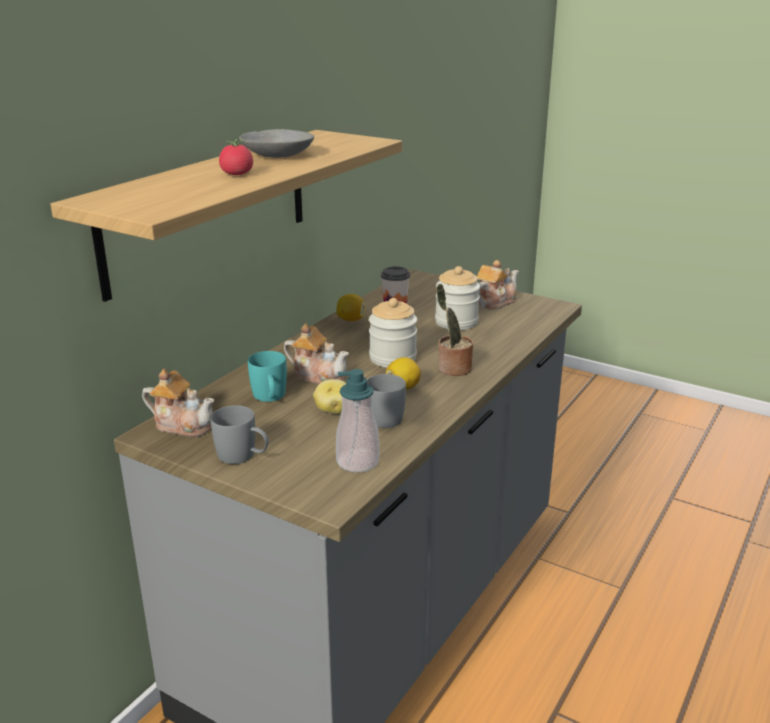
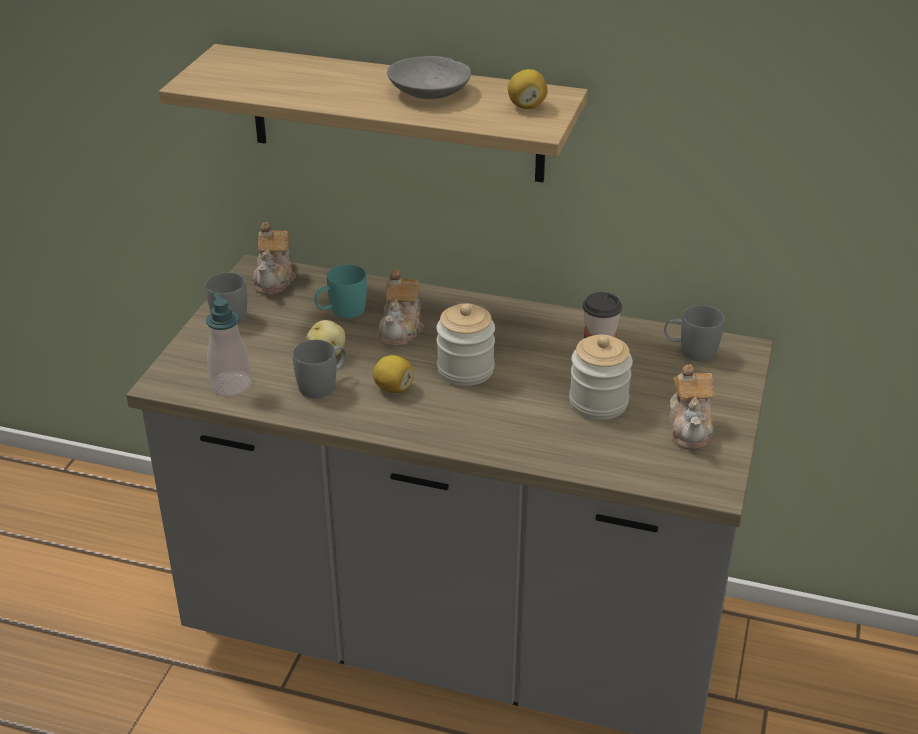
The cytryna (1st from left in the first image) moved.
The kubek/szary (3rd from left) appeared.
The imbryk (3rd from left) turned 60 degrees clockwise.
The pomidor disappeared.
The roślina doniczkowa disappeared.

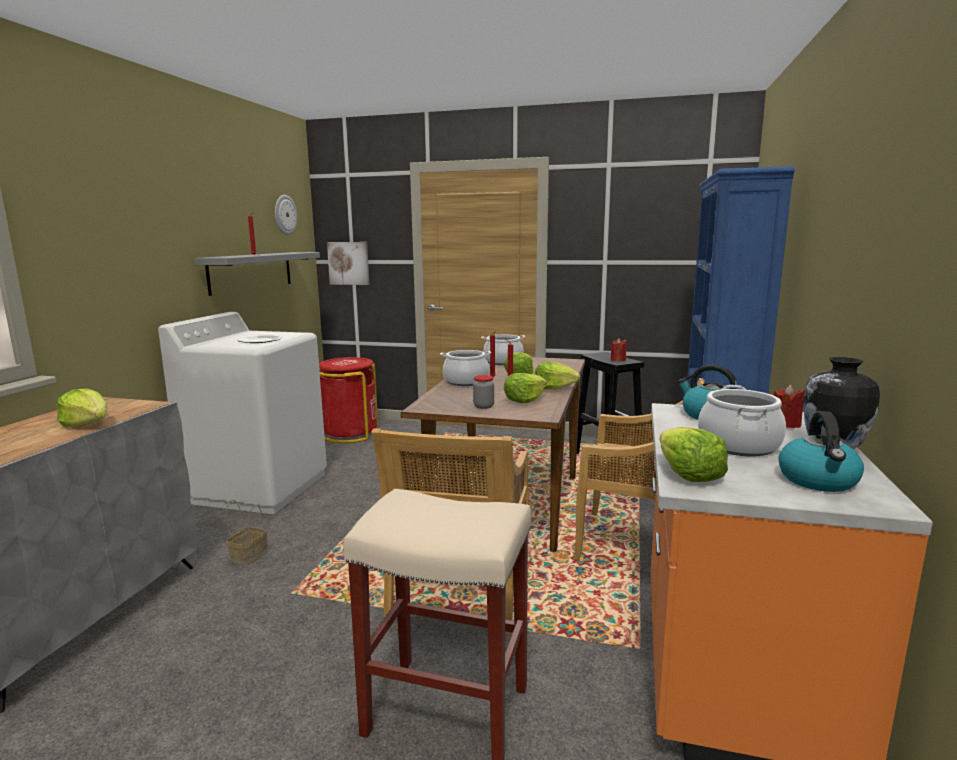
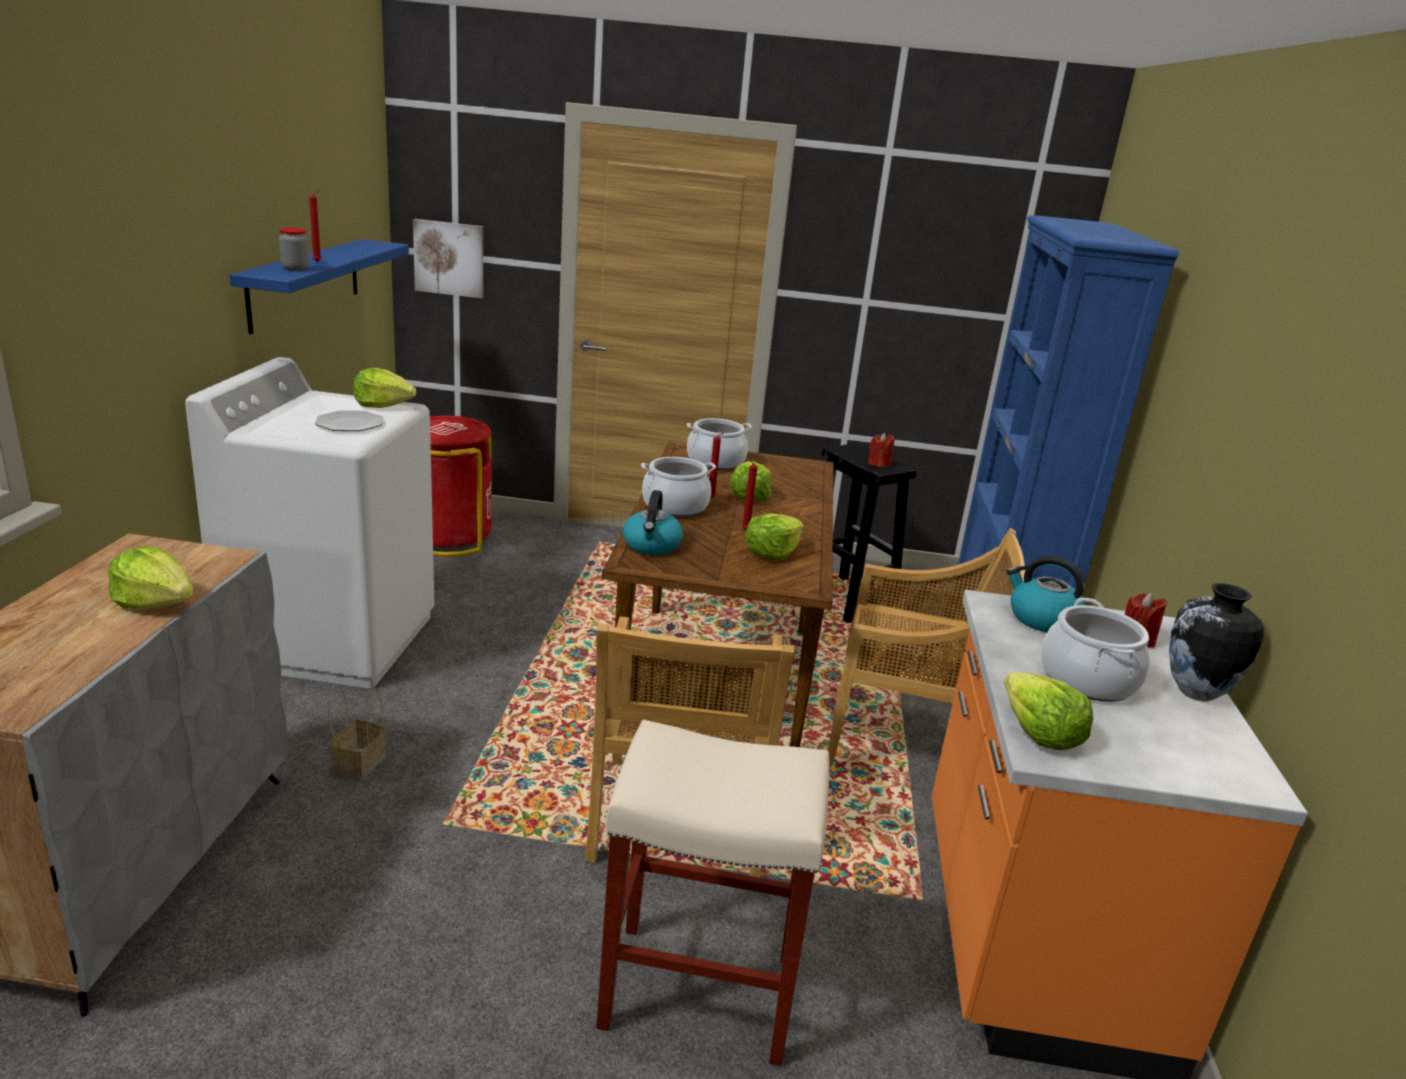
The półka/szary became the półka/niebieski.
The słoik moved.
The sałata (4th from left in the first image) moved.
The czajnik (2nd from left in the first image) moved.
The zegar ścienny disappeared.

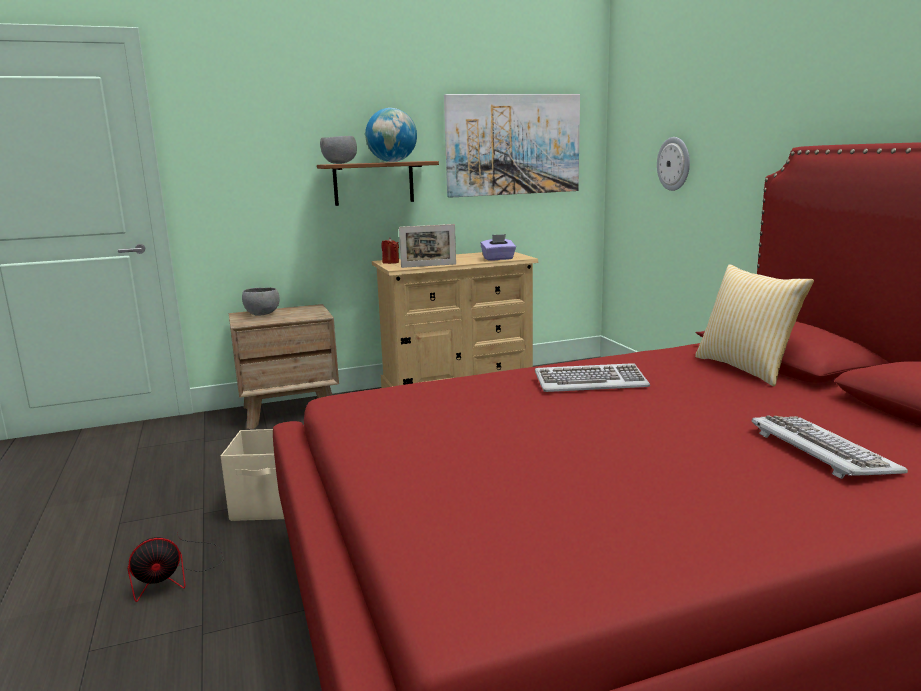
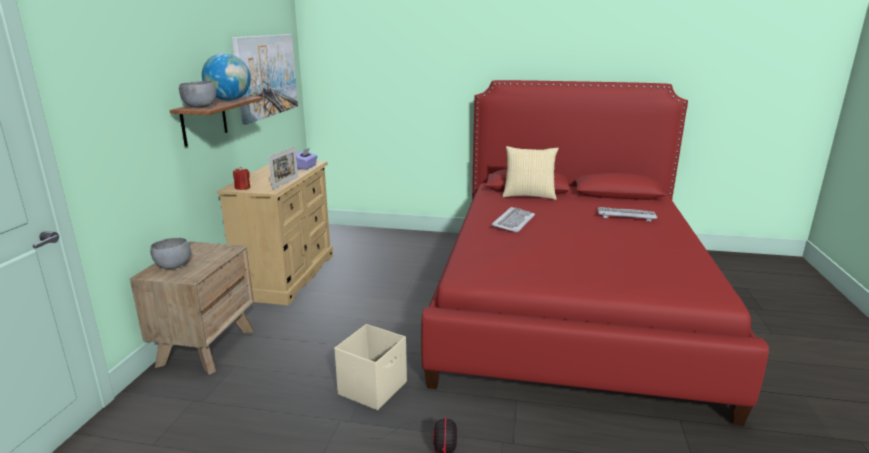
The zegar ścienny disappeared.

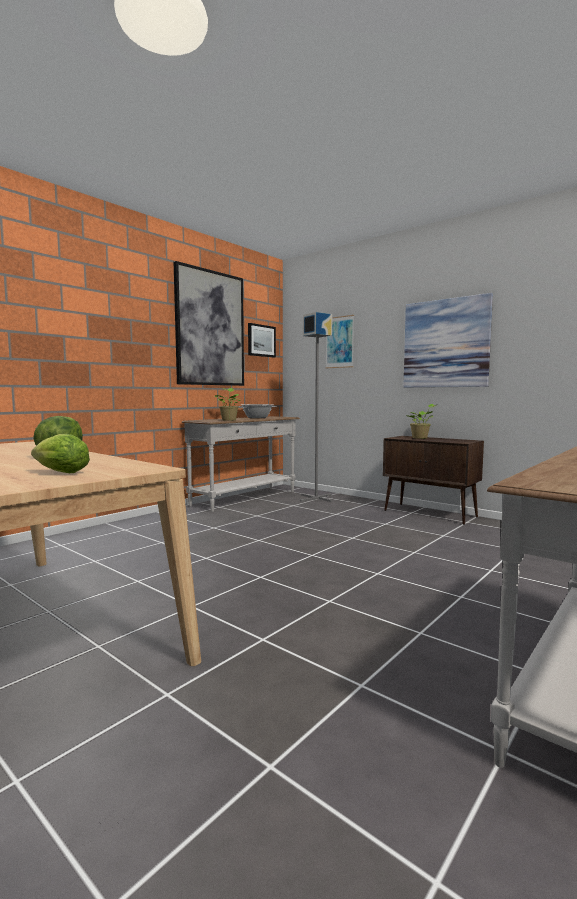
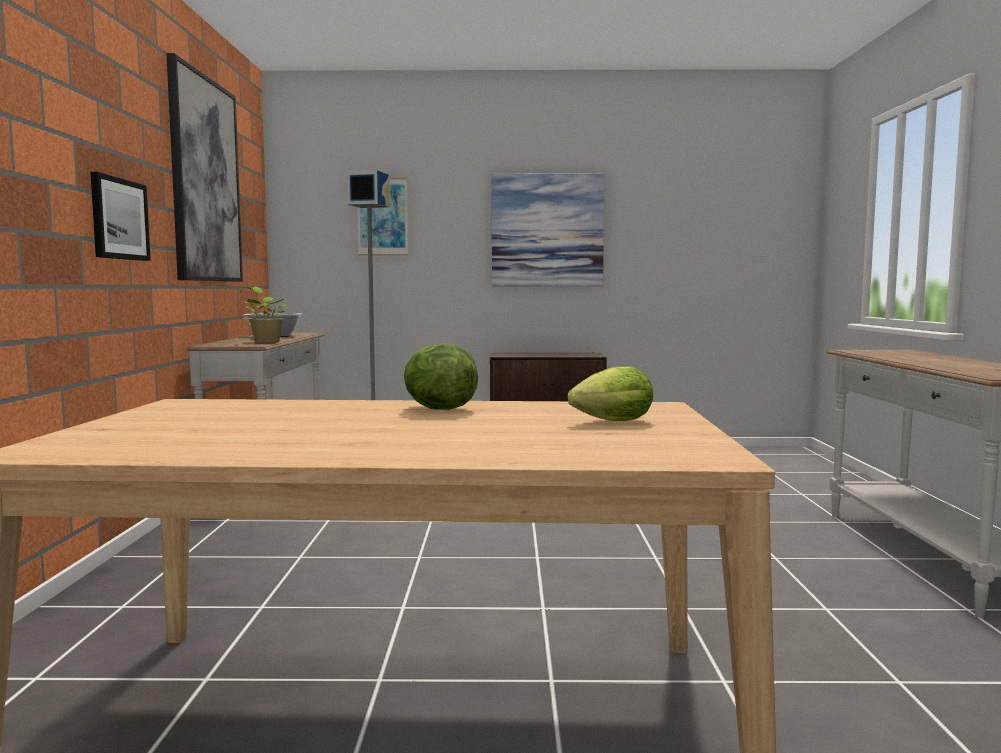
The obraz (2nd from left in the first image) moved.
The roślina doniczkowa (2nd from left) disappeared.

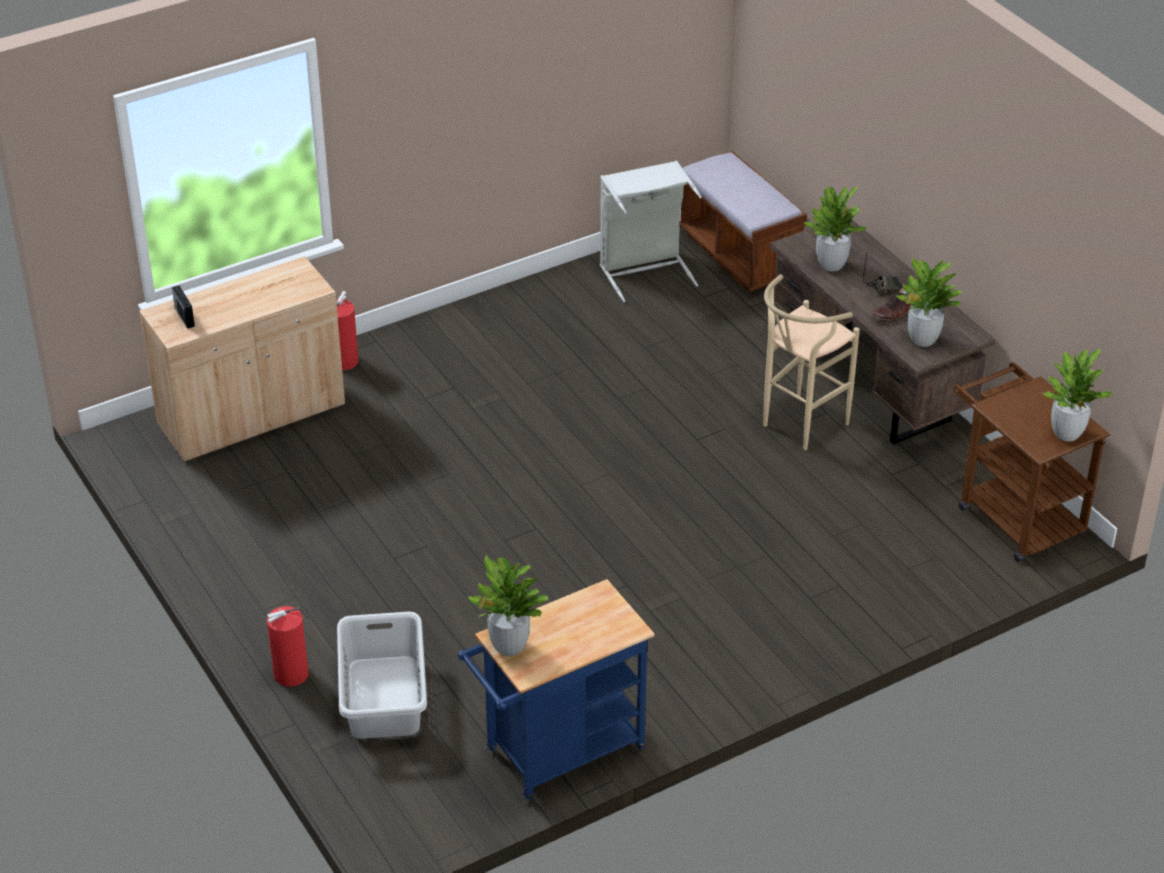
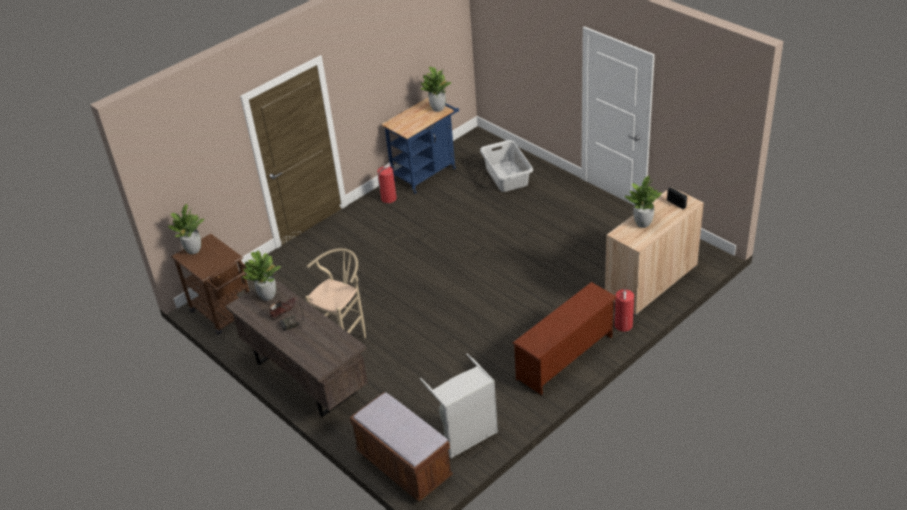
The gaśnica (1st from left) moved.
The regał na buty/brązowy appeared.
The roślina doniczkowa (2nd from left in the first image) moved.

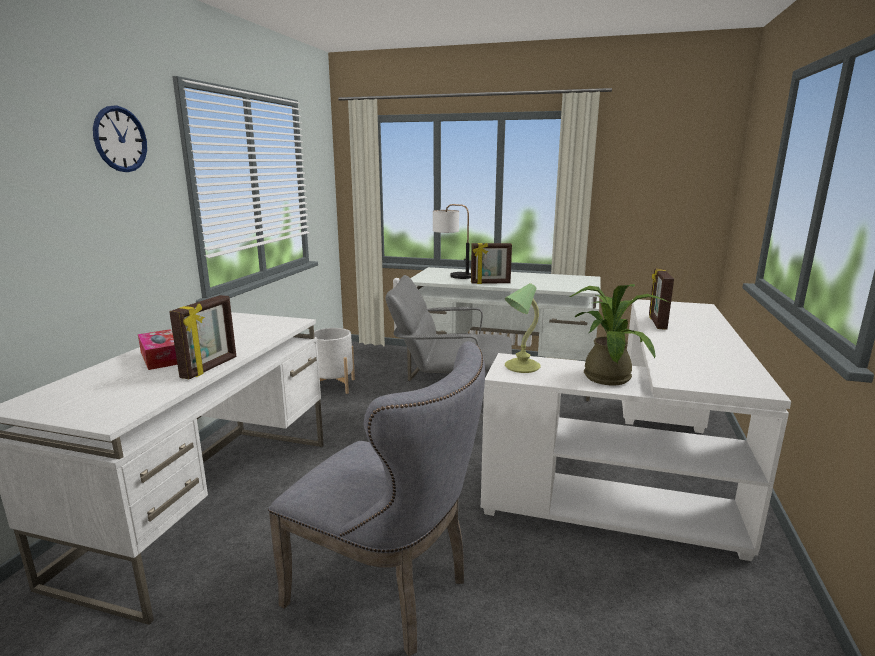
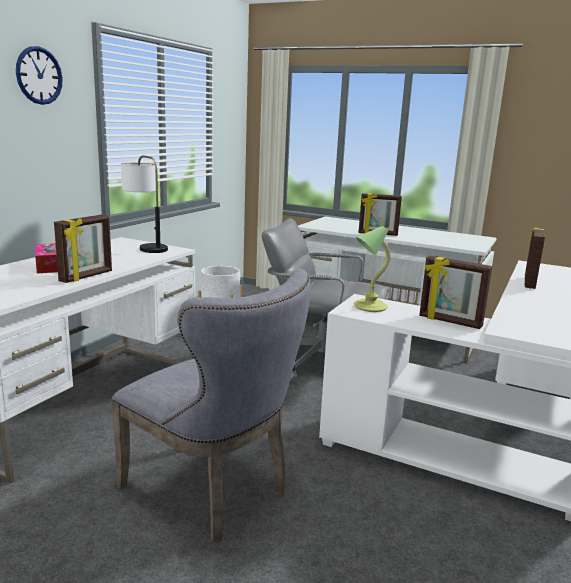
The lampa stołowa (1st from left) moved.
The roślina doniczkowa was replaced by the ramka na zdjęcie (3rd from left).

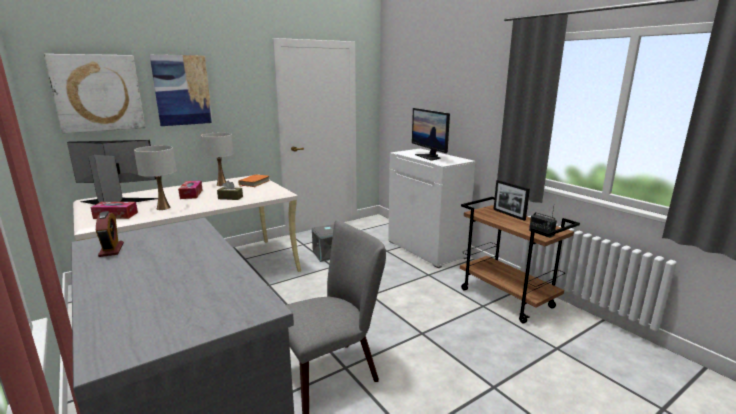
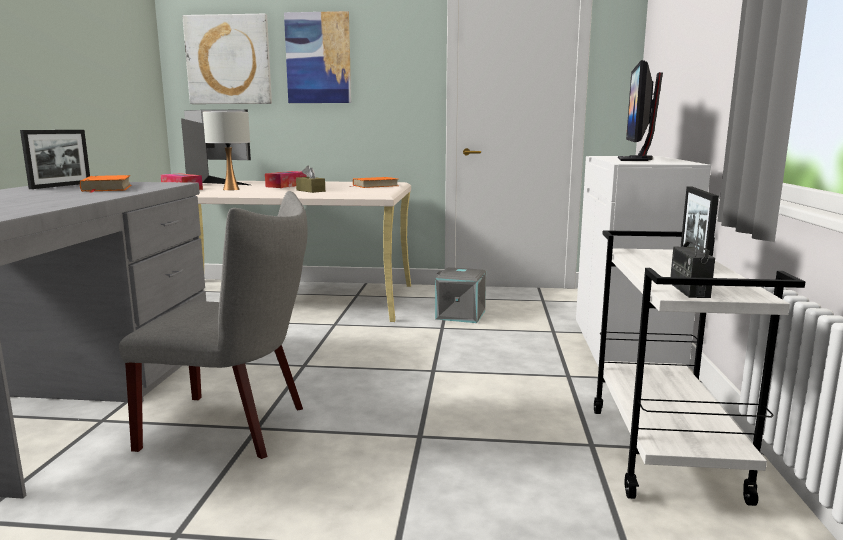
The budzik was replaced by the ramka na zdjęcie (1st from left).
The książka/pomarańczowy (1st from left) appeared.
The wózek/brązowy became the wózek/biały.
The lampa stołowa/biały (2nd from left) disappeared.

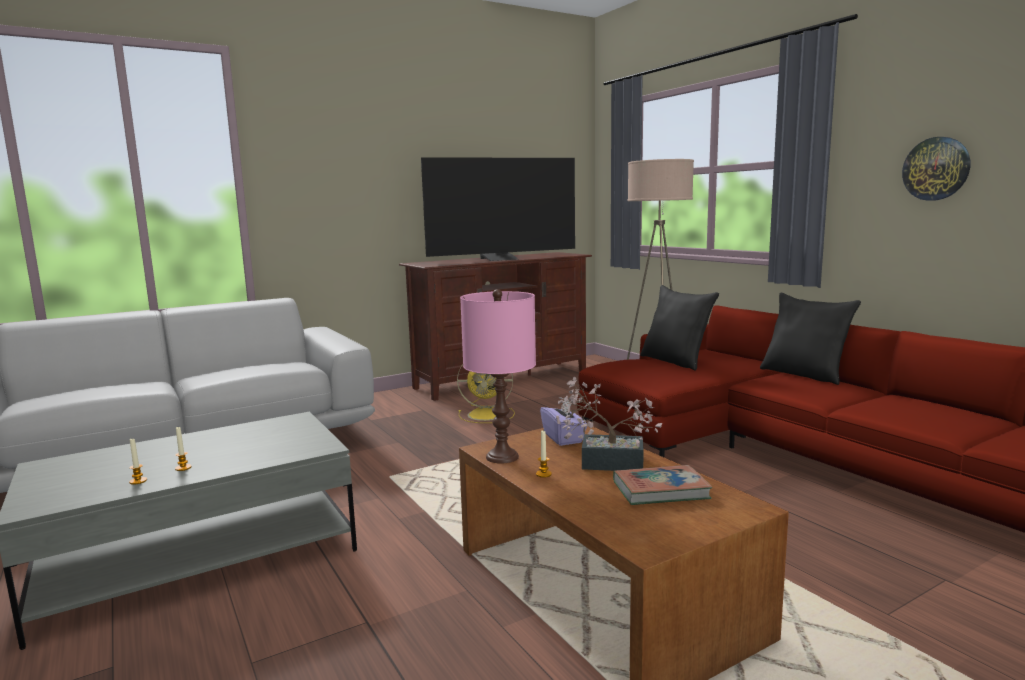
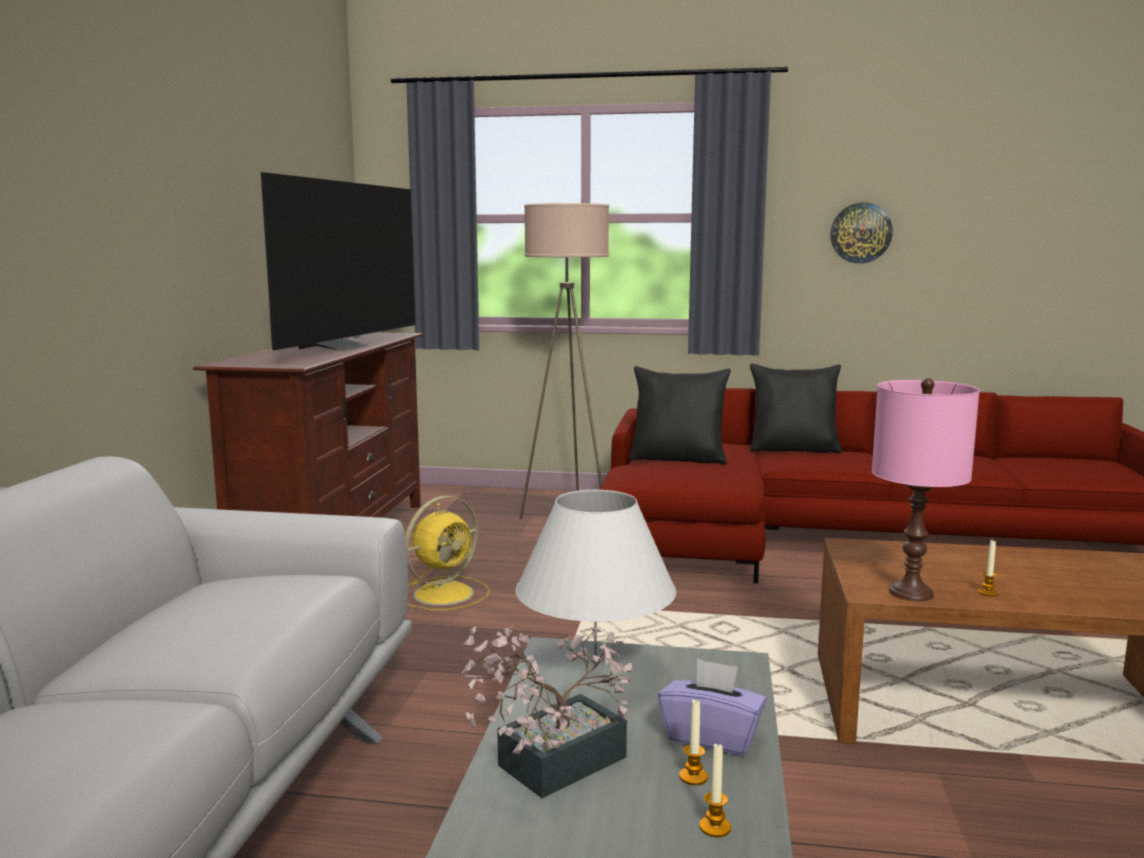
The roślina doniczkowa moved.
The lampa stołowa/biały appeared.
The pudełko chusteczek/fioletowy moved.
The książka disappeared.

